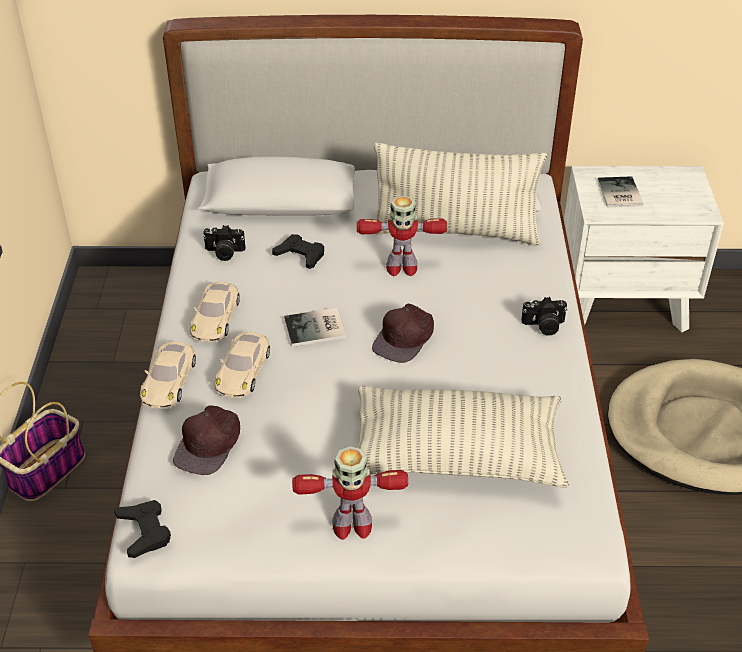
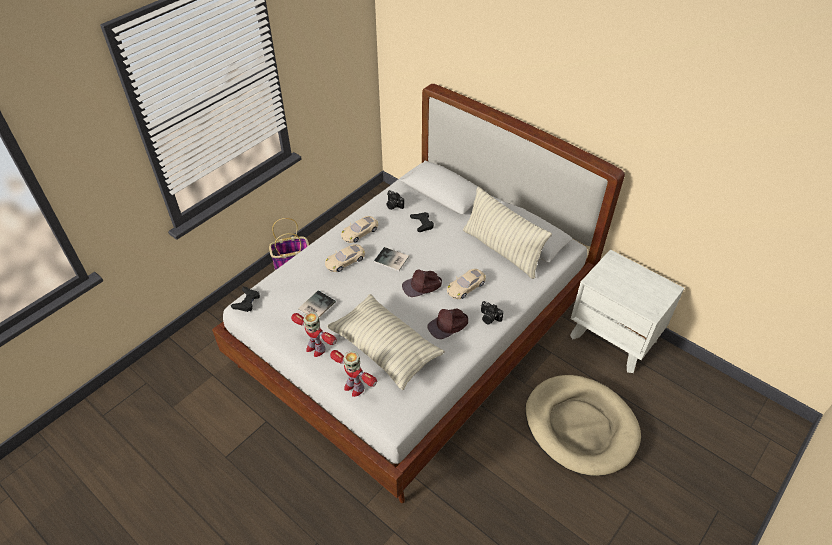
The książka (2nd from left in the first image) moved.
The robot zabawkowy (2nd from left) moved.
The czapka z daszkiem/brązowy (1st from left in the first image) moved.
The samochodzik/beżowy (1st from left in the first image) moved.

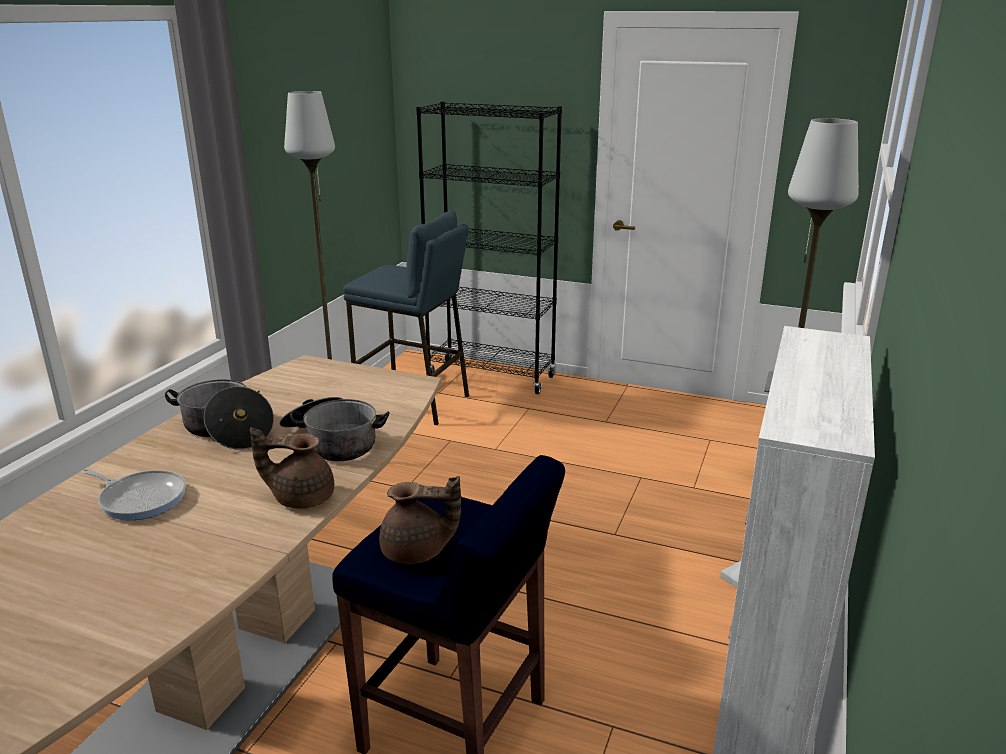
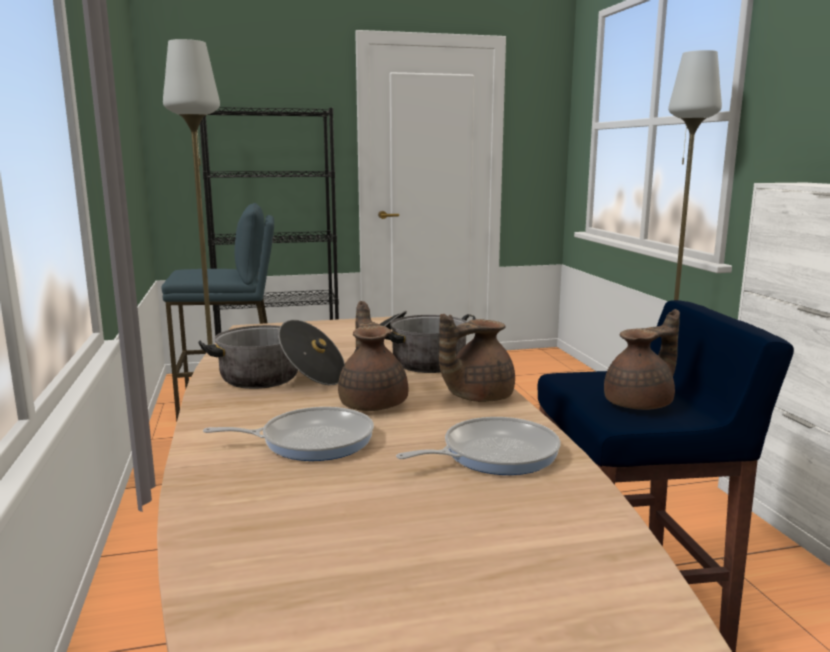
The imbryk/brązowy (1st from left) appeared.
The patelnia (2nd from left) appeared.

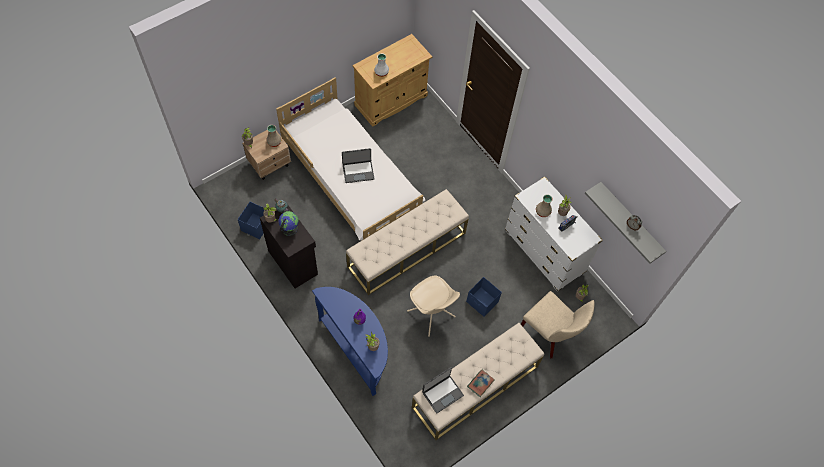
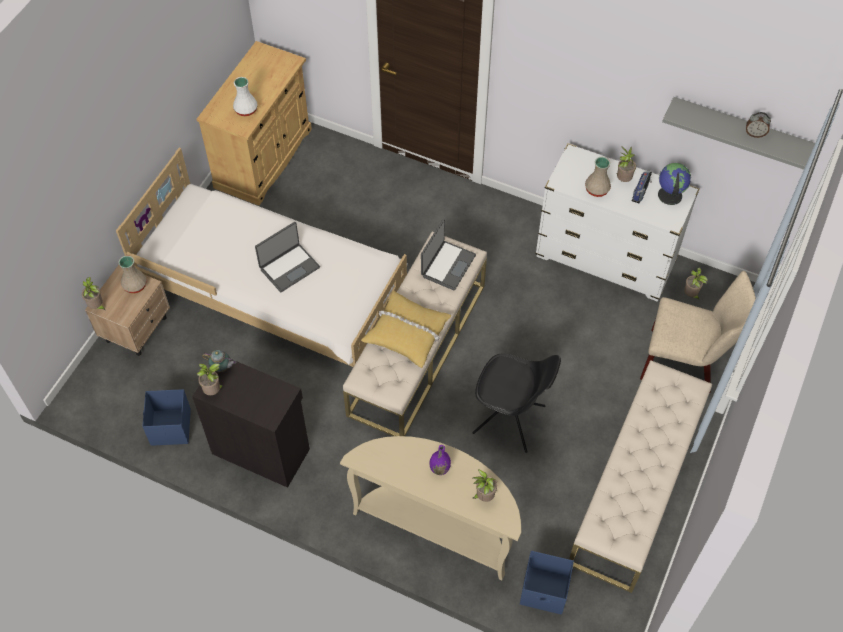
The stolik konsolowy/niebieski became the stolik konsolowy/beżowy.
The poduszka/żółty appeared.
The laptop (2nd from left) moved.
The krzesło/beżowy (1st from left) became the krzesło/czarny.
The pojemnik do przechowywania/niebieski (2nd from left) moved.
The globus moved.
The książka disappeared.

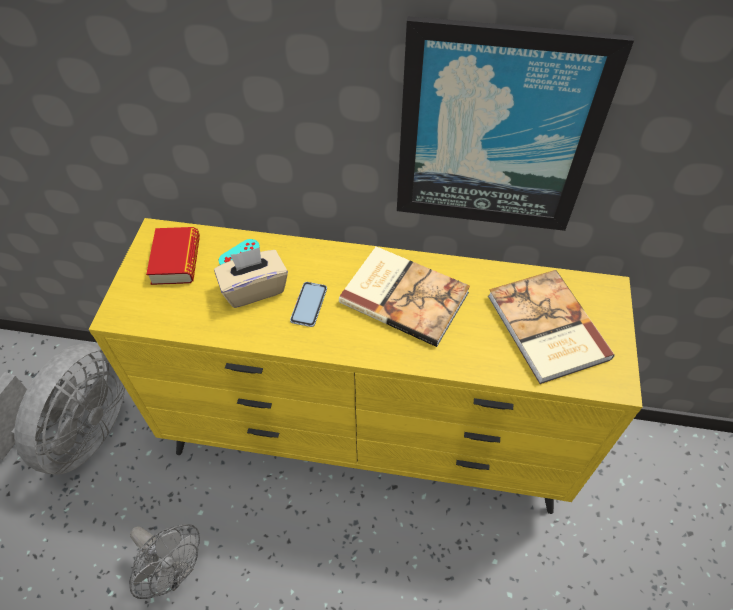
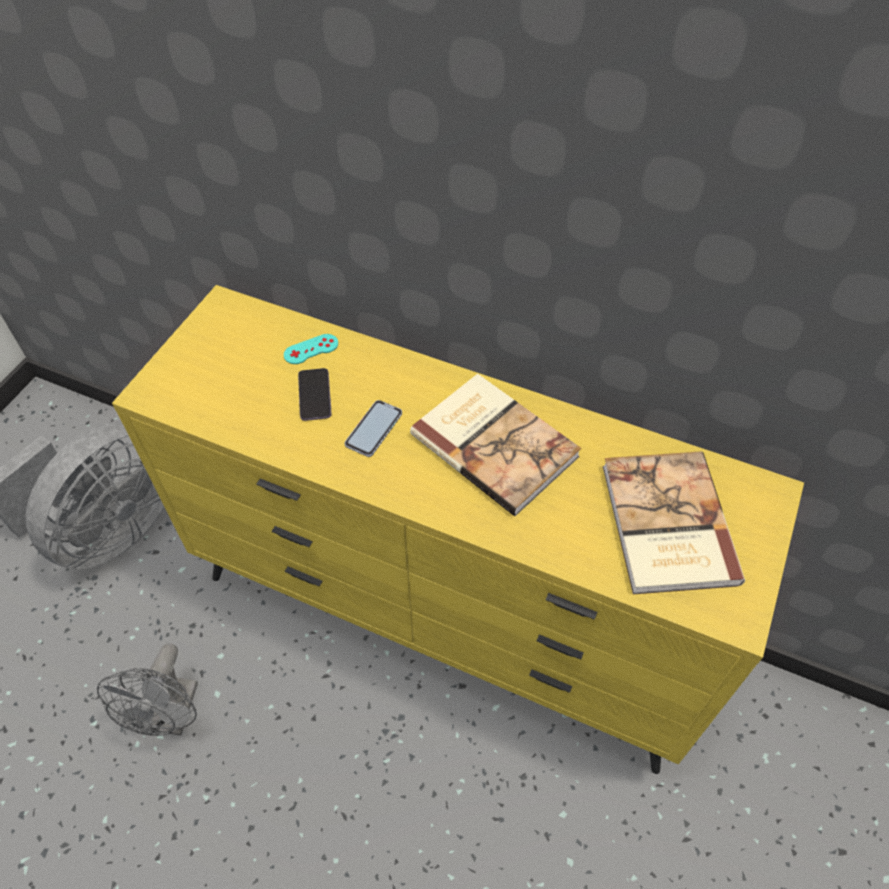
The wentylator/szary (2nd from left) turned 45 degrees clockwise.
The pudełko chusteczek/beżowy was replaced by the telefon (1st from left).
The książka (1st from left) disappeared.
The obraz disappeared.

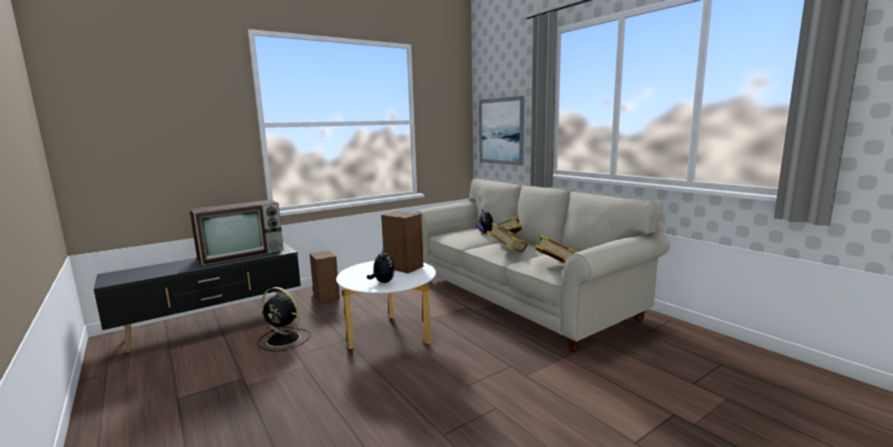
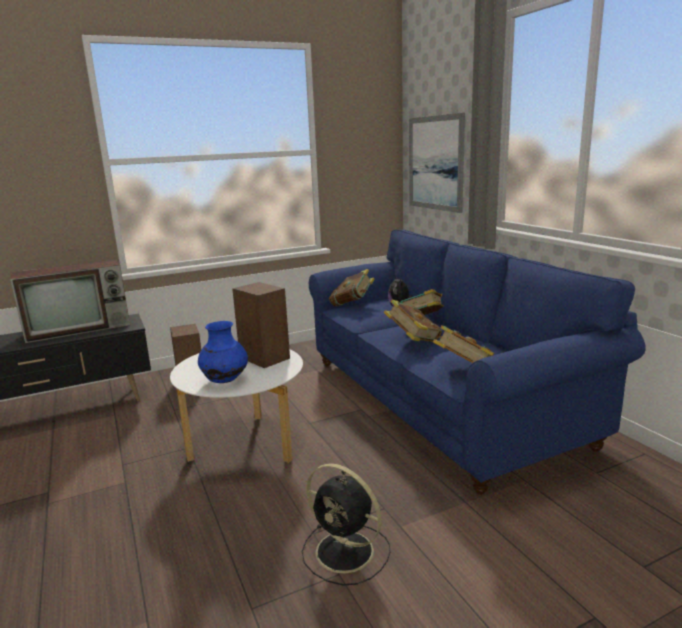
The pluszak (1st from left) was replaced by the wazon/niebieski.
The wentylator/czarny moved.
The kanapa/beżowy became the kanapa/niebieski.
The książka (1st from left) appeared.

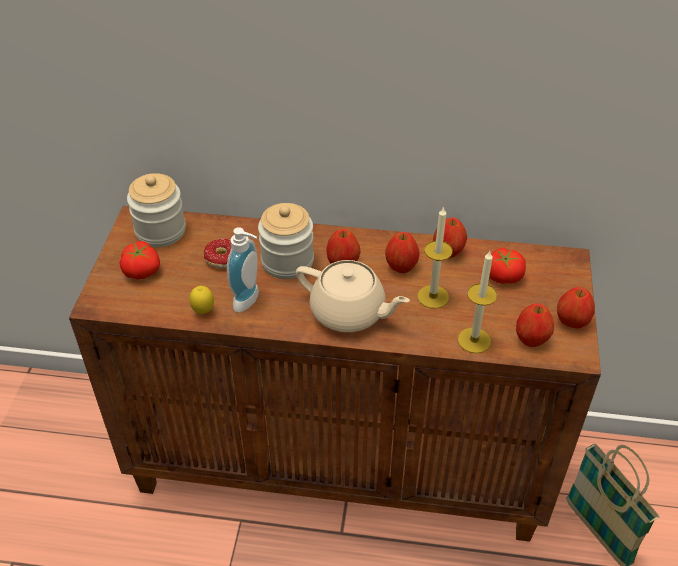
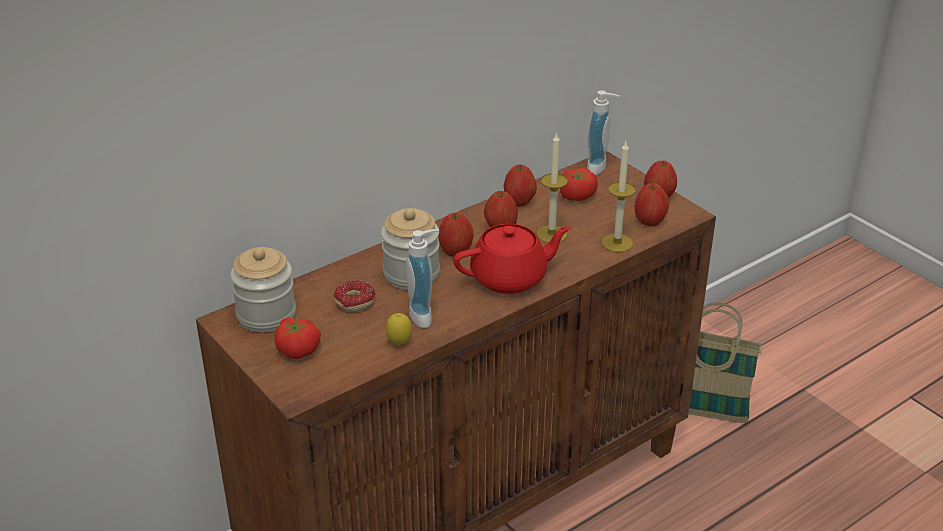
The imbryk/beżowy became the imbryk/czerwony.
The dozownik mydła (2nd from left) appeared.

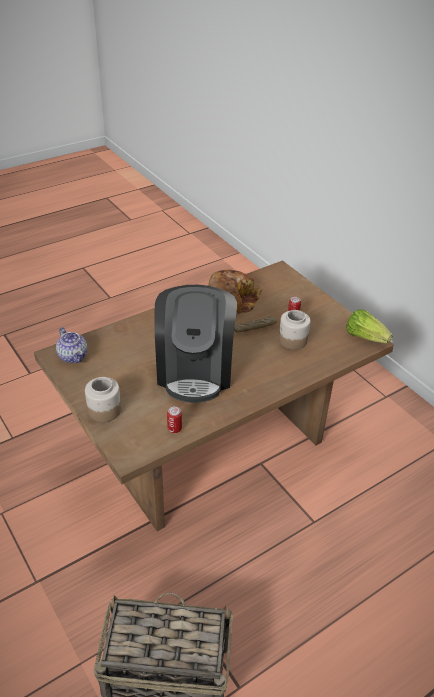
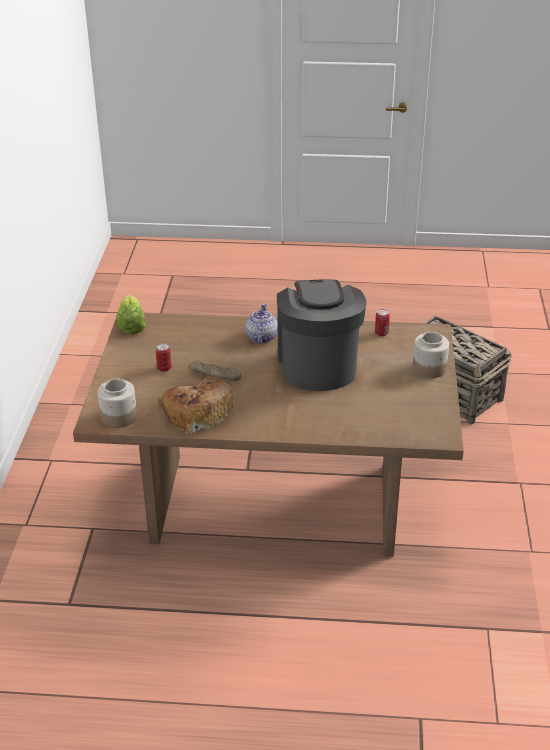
The słoik (2nd from left in the first image) moved.
The imbryk moved.
The ekspres do kawy turned 45 degrees counterclockwise.

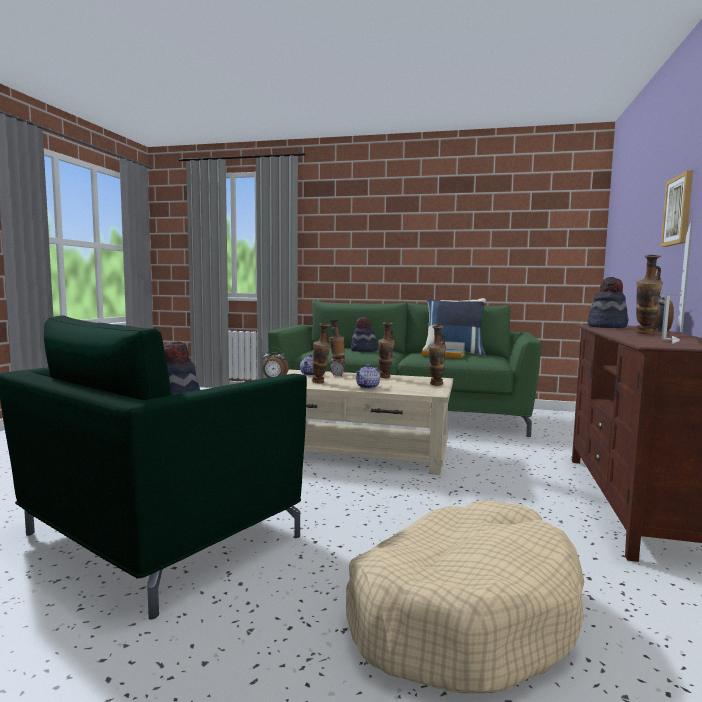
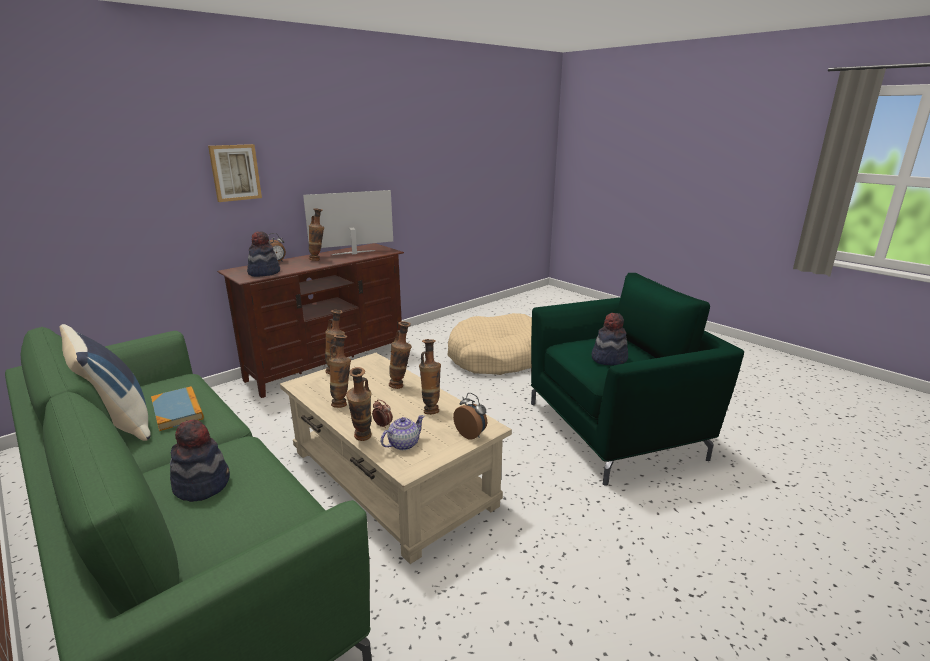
The imbryk (2nd from left) was replaced by the wazon (5th from left).

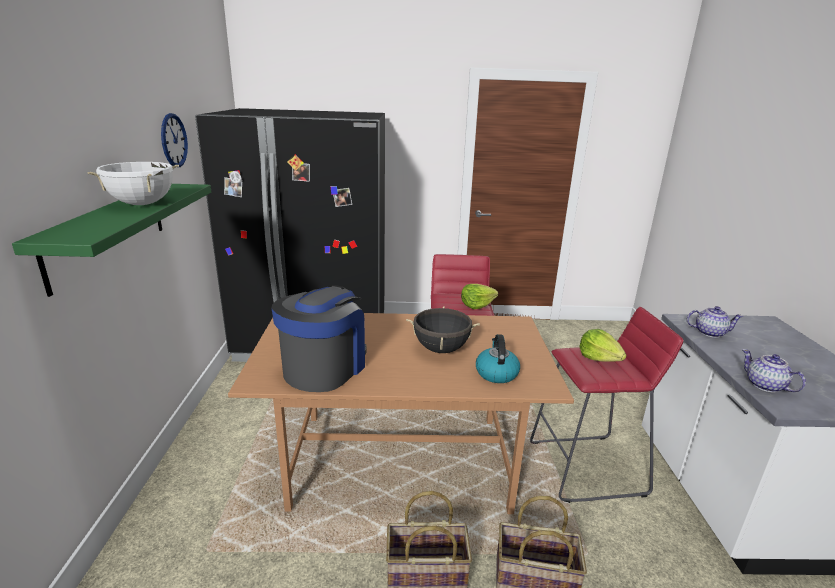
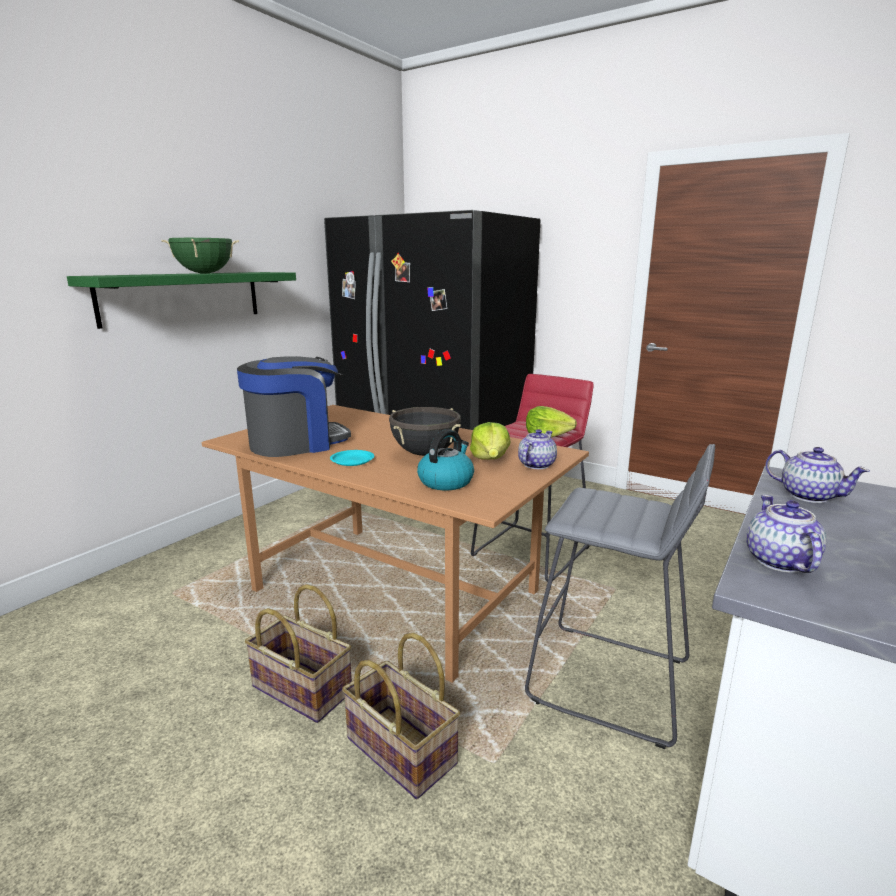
The garnek/biały became the garnek/zielony.
The talerz/turkusowy appeared.
The sałata (2nd from left in the first image) moved.
The imbryk (1st from left) appeared.
The stołek/czerwony (2nd from left) became the stołek/szary.
The zegar ścienny disappeared.

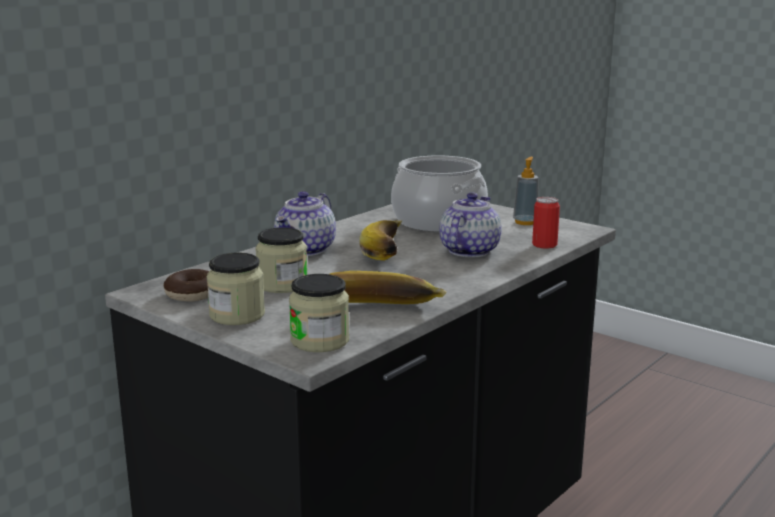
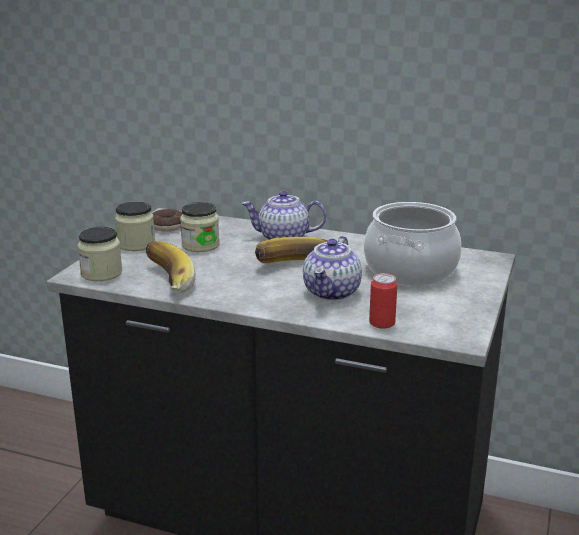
The imbryk (2nd from left) turned 105 degrees clockwise.
The dozownik mydła disappeared.

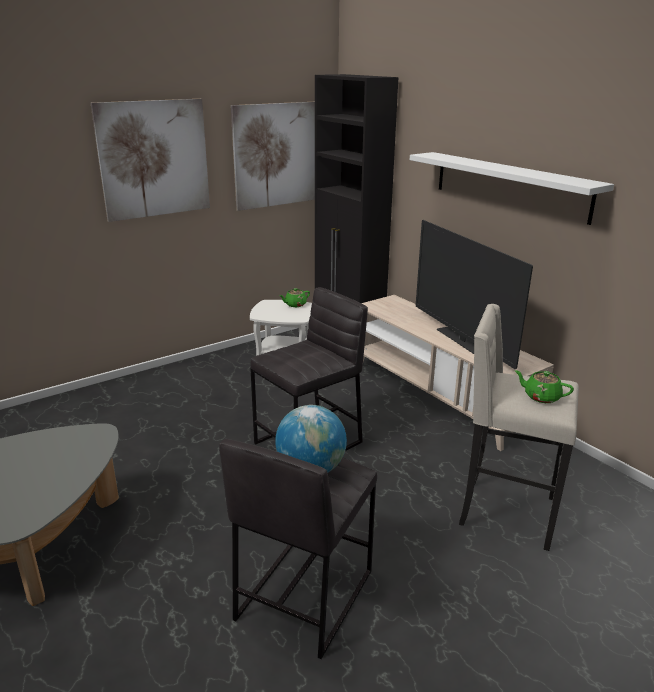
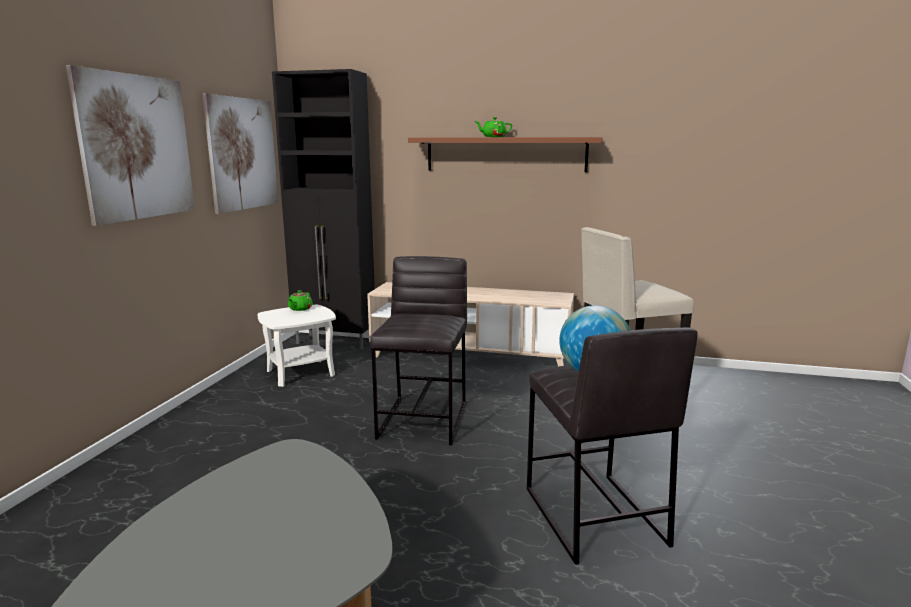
The półka/biały became the półka/brązowy.
The imbryk/zielony (2nd from left) moved.
The telewizor disappeared.

